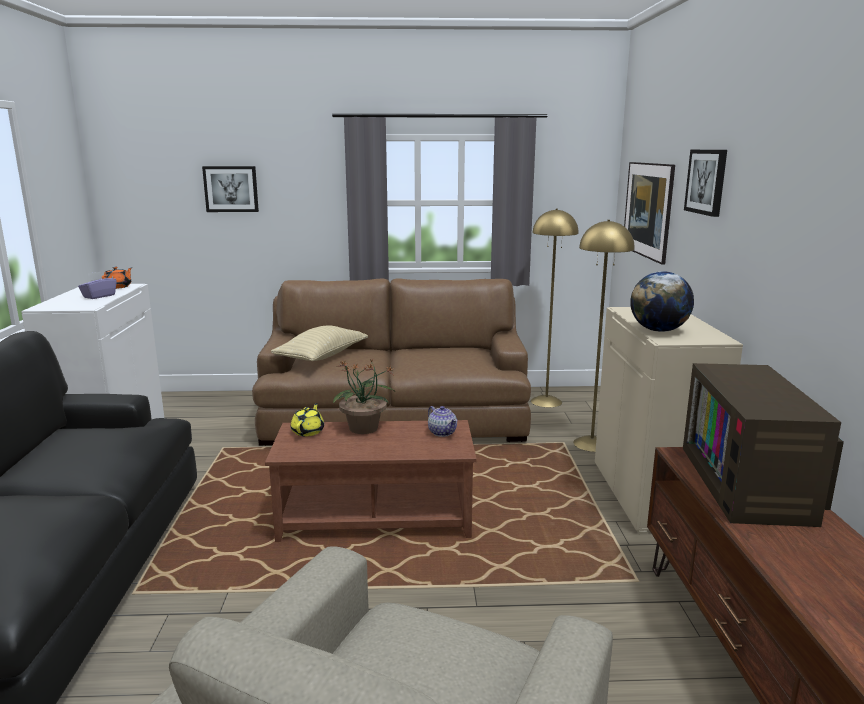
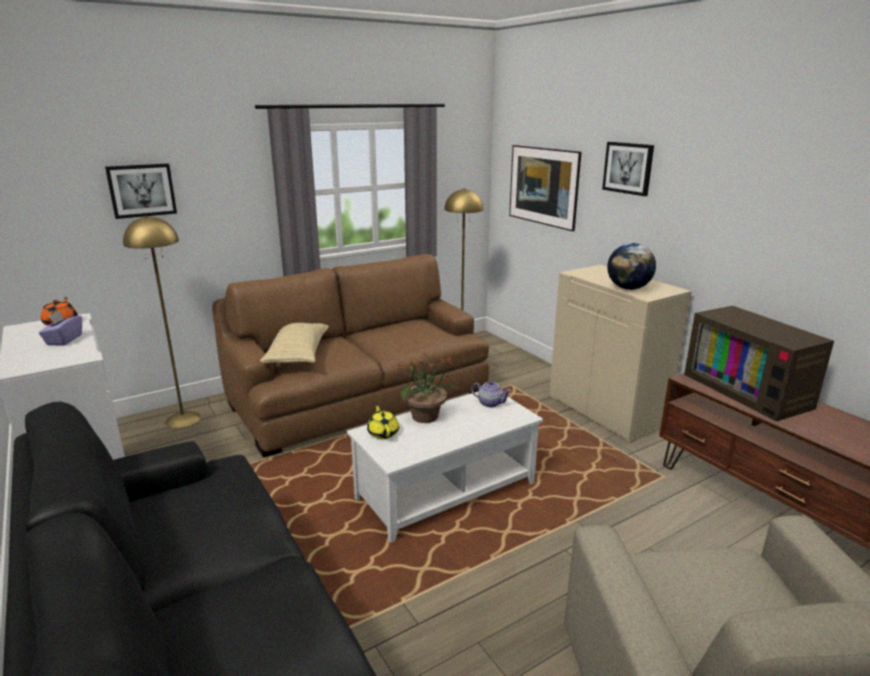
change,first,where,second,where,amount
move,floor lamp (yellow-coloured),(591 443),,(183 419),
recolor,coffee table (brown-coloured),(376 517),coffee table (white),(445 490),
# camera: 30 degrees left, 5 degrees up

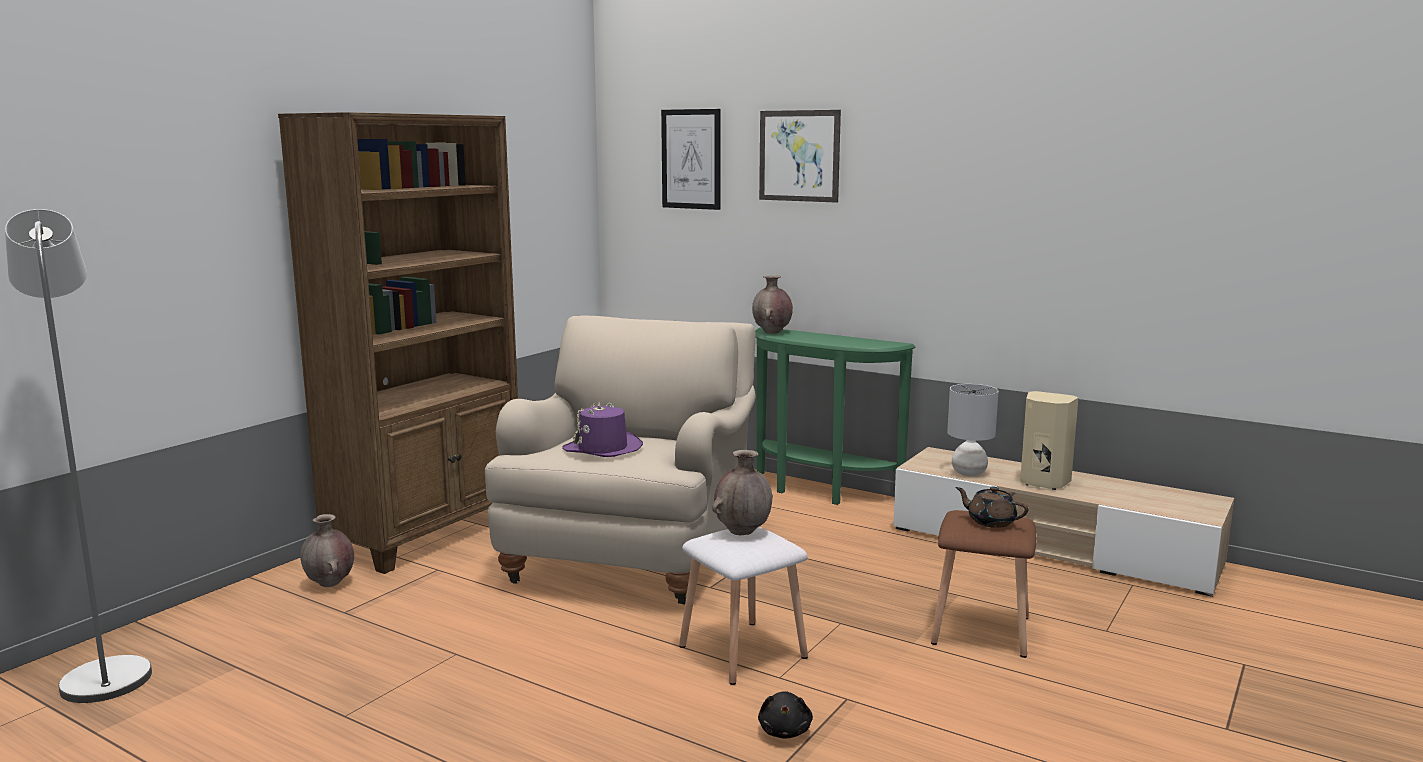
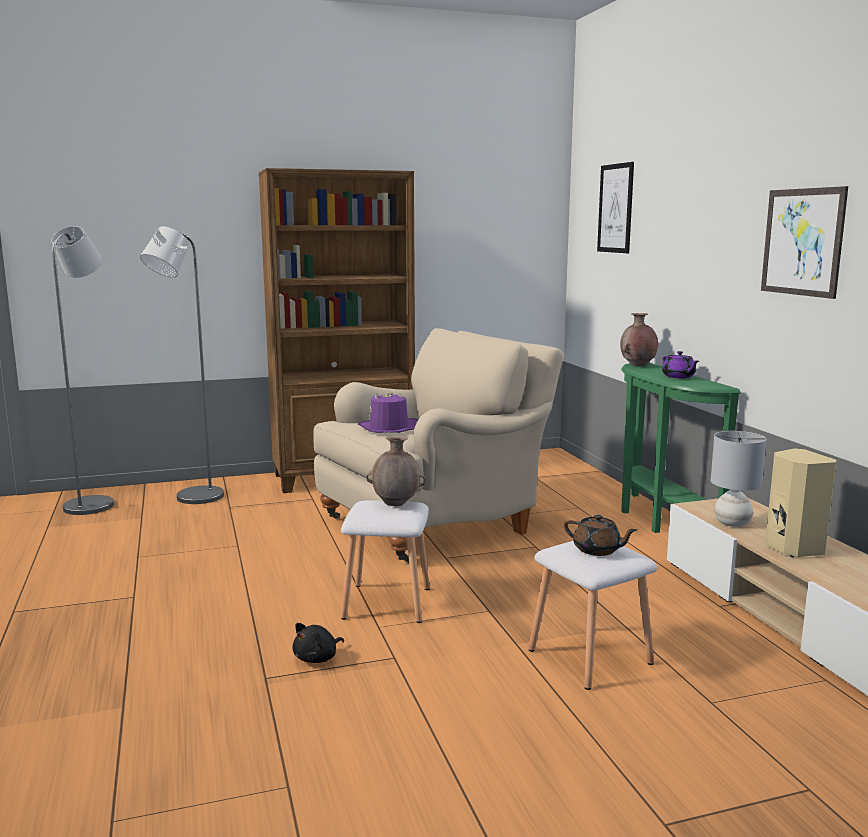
change,first,where,second,where,amount
insert,,,floor lamp (greyish),(193 499),
recolor,stool seat (brown-coloured),(982 630),stool seat (white),(592 657),
rotate,teapot (brown-coloured),(990 521),,(597 550),135 degrees clockwise
insert,,,teapot (purple-coloured),(678 377),
move,wall art,(799 156),,(802 242),
delete,decorative vase (brown-coloured),(330 584),,,
# camera: 40 degrees right, 0 degrees up

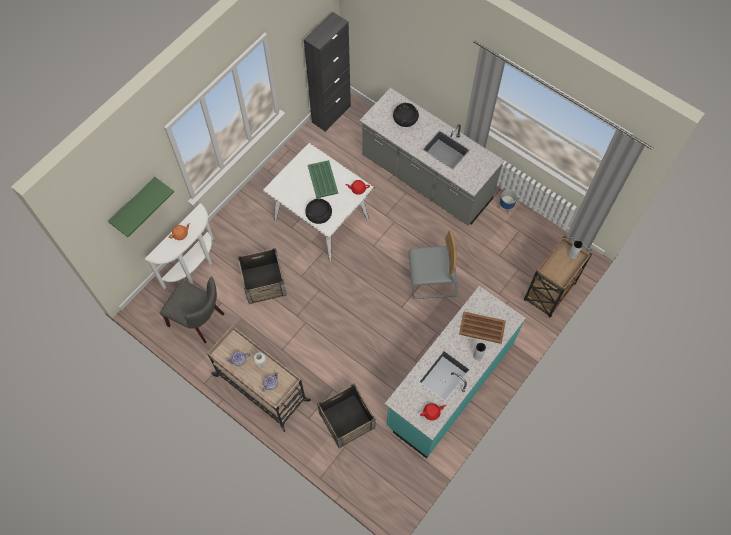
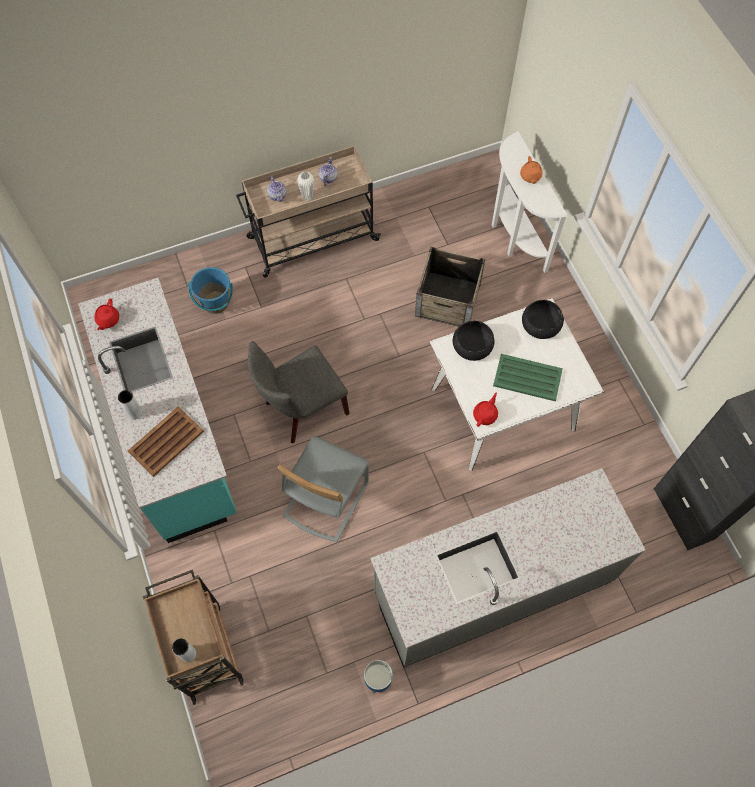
change,first,where,second,where,amount
replace,shipping crate,(346 420),pail (blue-coloured),(215 303),
move,upright chair (greyish),(199 320),,(302 410),
move,bowl (black),(405 119),,(541 324),
delete,shelf (green),(134 204),,,
# camera: 120 degrees right, 0 degrees up

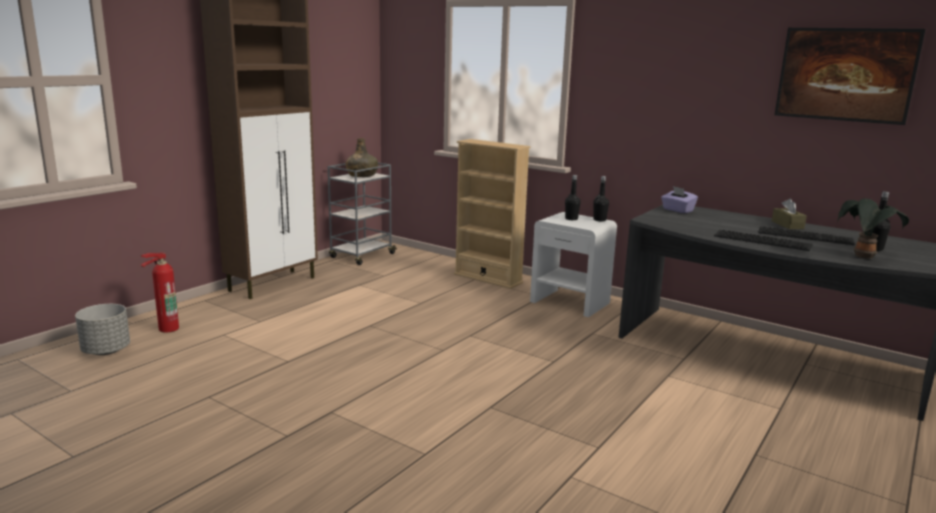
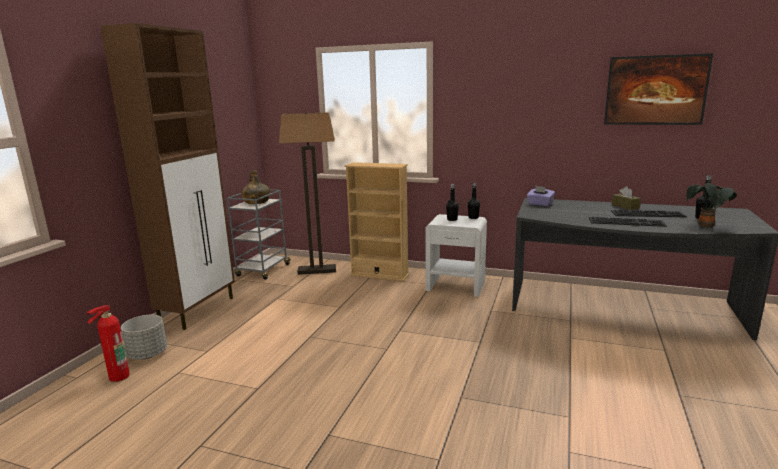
change,first,where,second,where,amount
move,planter (greyish),(106 351),,(147 354),
insert,,,floor lamp,(317 270),
# camera: 15 degrees left, 0 degrees up

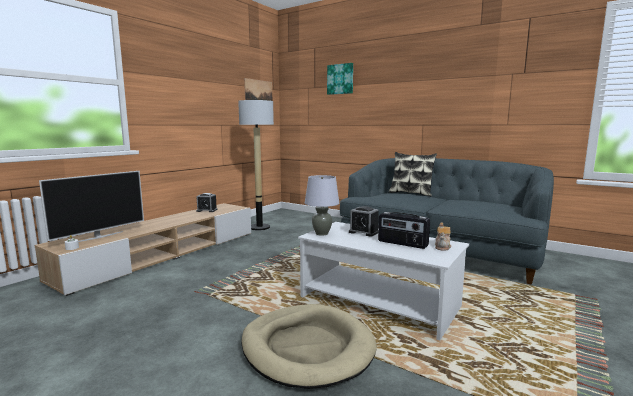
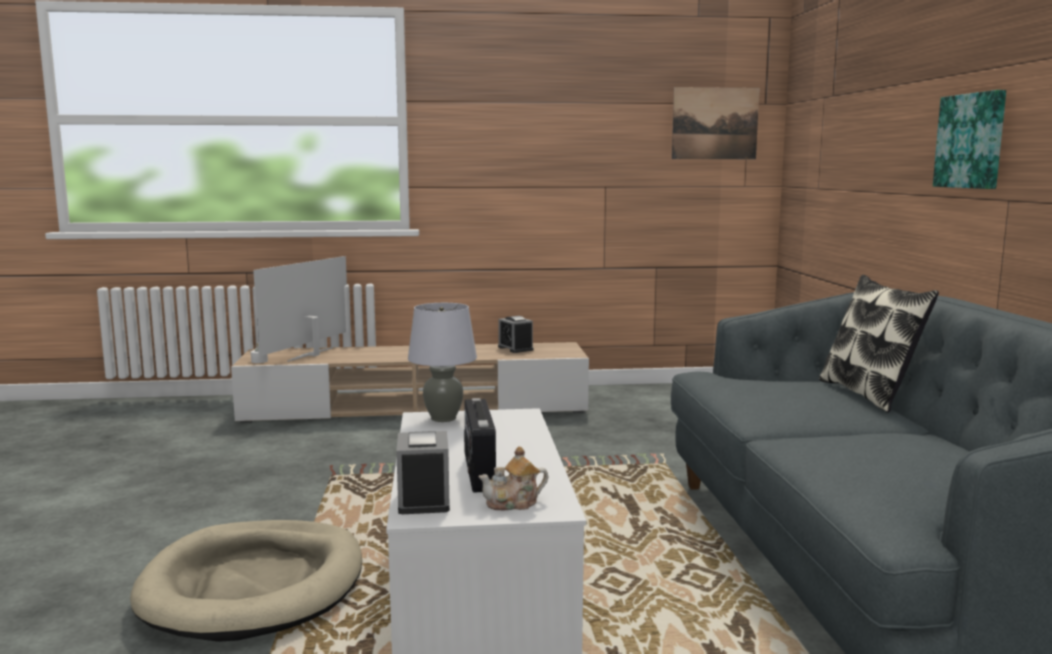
change,first,where,second,where,amount
rotate,TV set,(99 236),,(312 354),120 degrees clockwise
move,bedside clock,(363 232),,(423 499),
move,wall art,(340 79),,(972 141),
delete,floor lamp,(259 227),,,
# camera: 50 degrees right, 0 degrees up

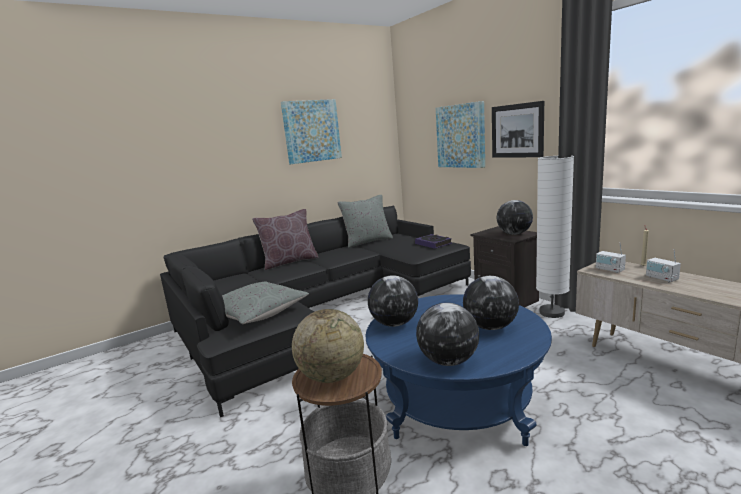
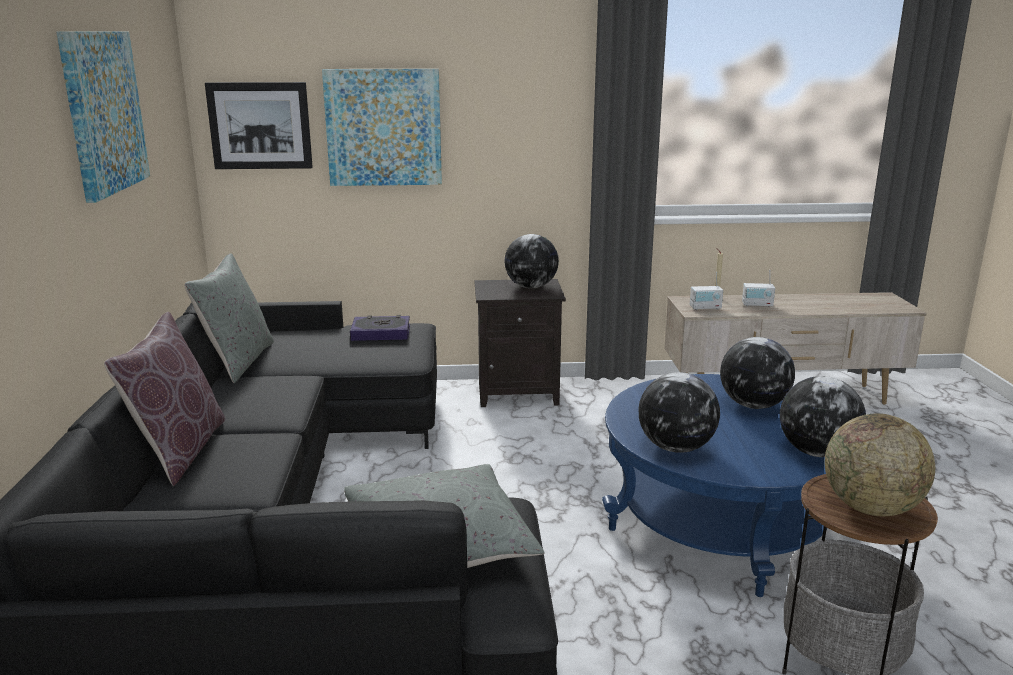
change,first,where,second,where,amount
move,wall art,(517 131),,(260 126),
delete,floor lamp (white),(551 313),,,
# camera: 60 degrees left, 5 degrees up

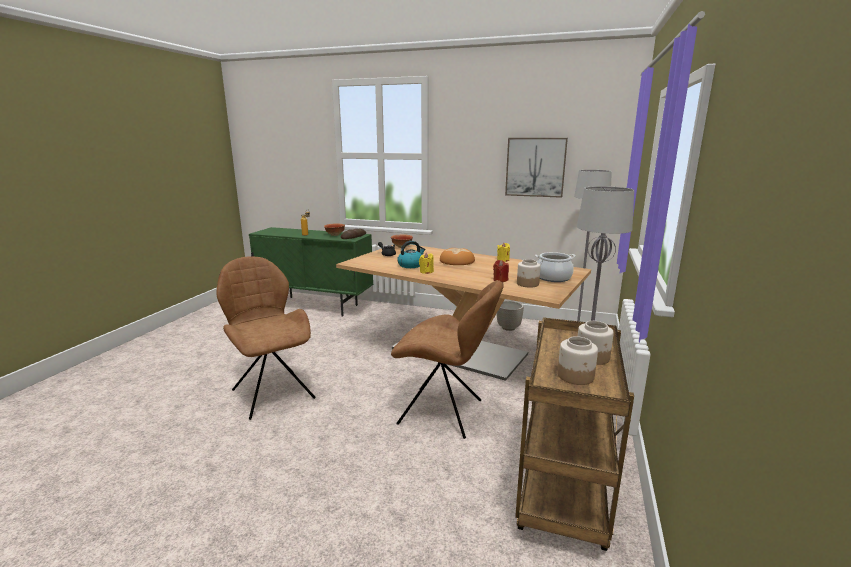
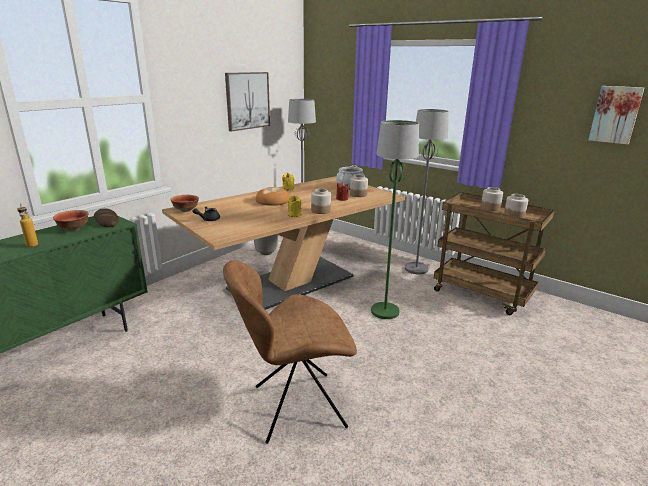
change,first,where,second,where,amount
insert,,,preserve jar,(321 211),
replace,upright chair (brown-coloured),(444 413),floor lamp (green),(385 311),
insert,,,wall art,(615 114),
delete,tea kettle,(411 265),,,
# camera: 70 degrees left, 5 degrees up

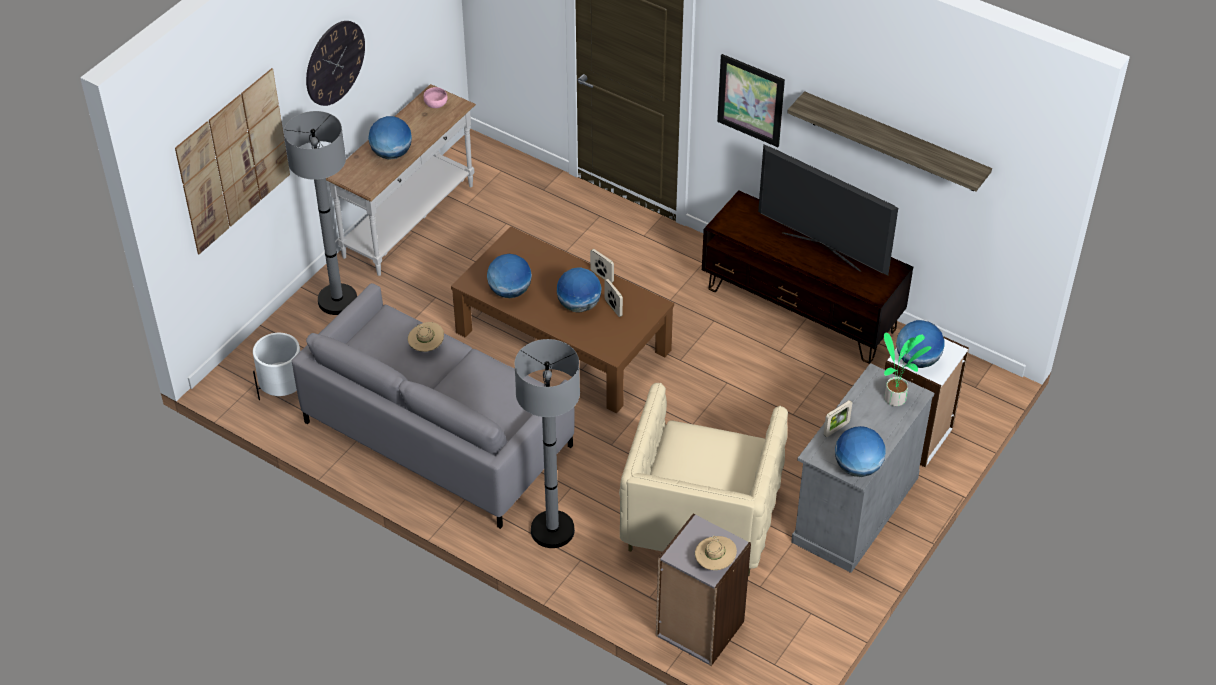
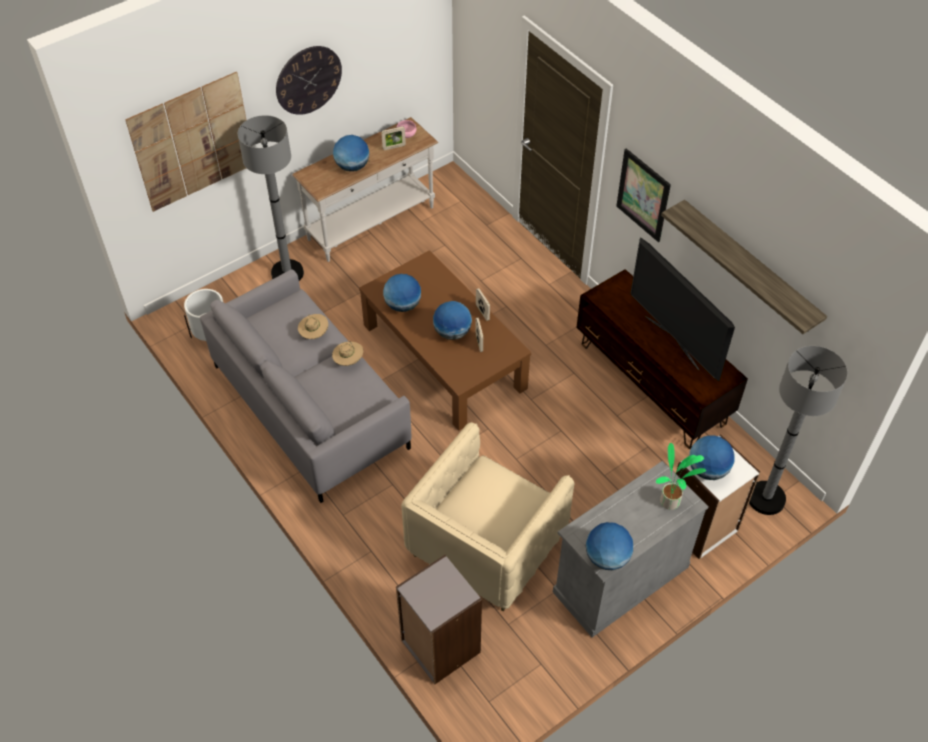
change,first,where,second,where,amount
move,clothing hat (sand-coloured),(714 562),,(348 360),
move,photo frame,(836 429),,(394 147),
move,floor lamp (greyish),(552 530),,(766 498),
# camera: 20 degrees right, 5 degrees up

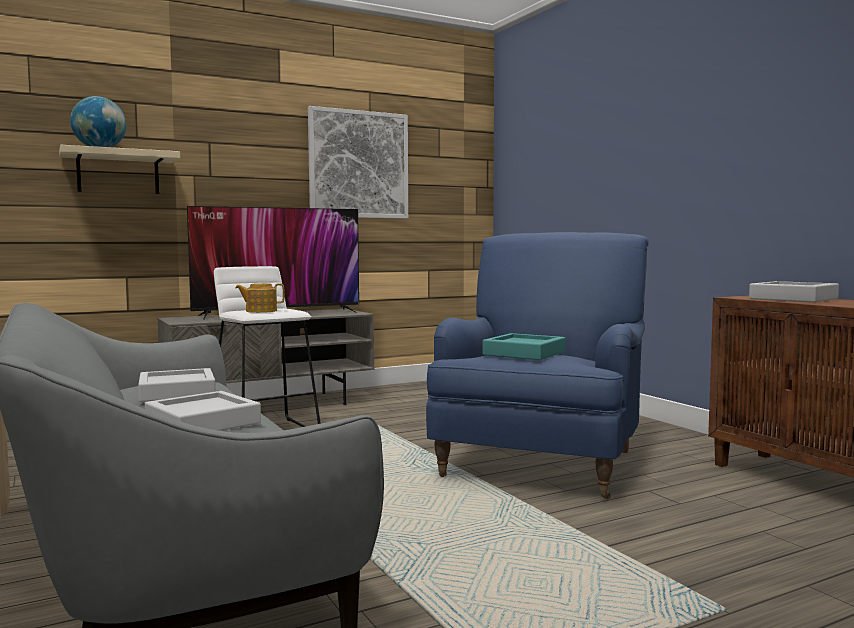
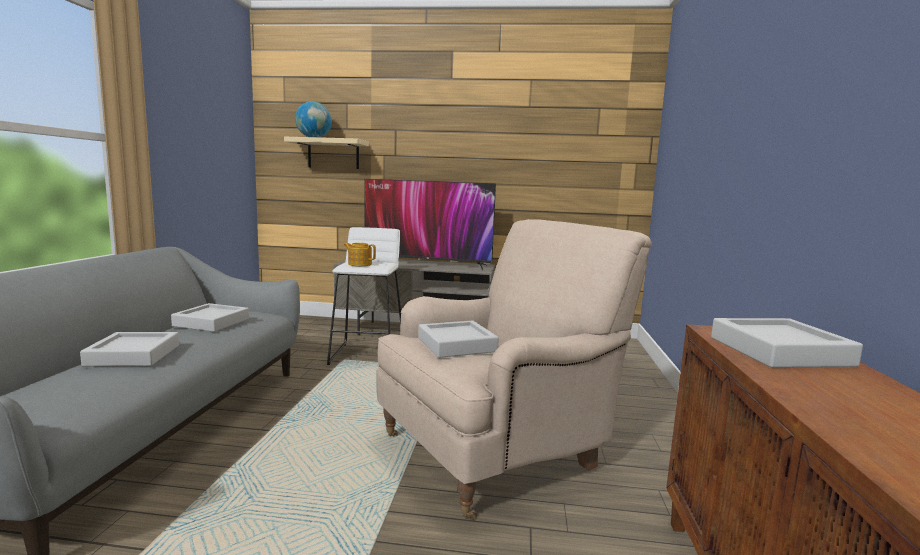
change,first,where,second,where,amount
recolor,easy chair (blue-coloured),(541 463),easy chair (sand-coloured),(495 451),
recolor,serving tray (blue-green),(524 353),serving tray (greyish),(456 345),
delete,wall art,(358 164),,,
# camera: 35 degrees right, 5 degrees up

